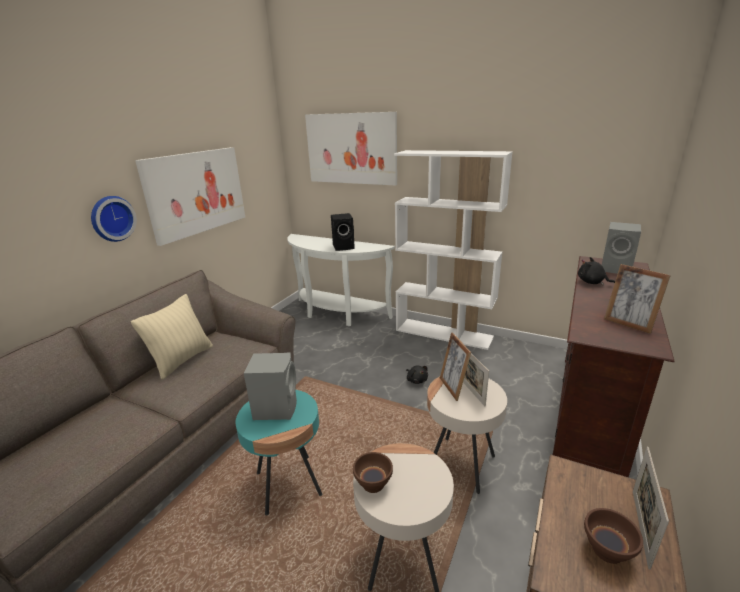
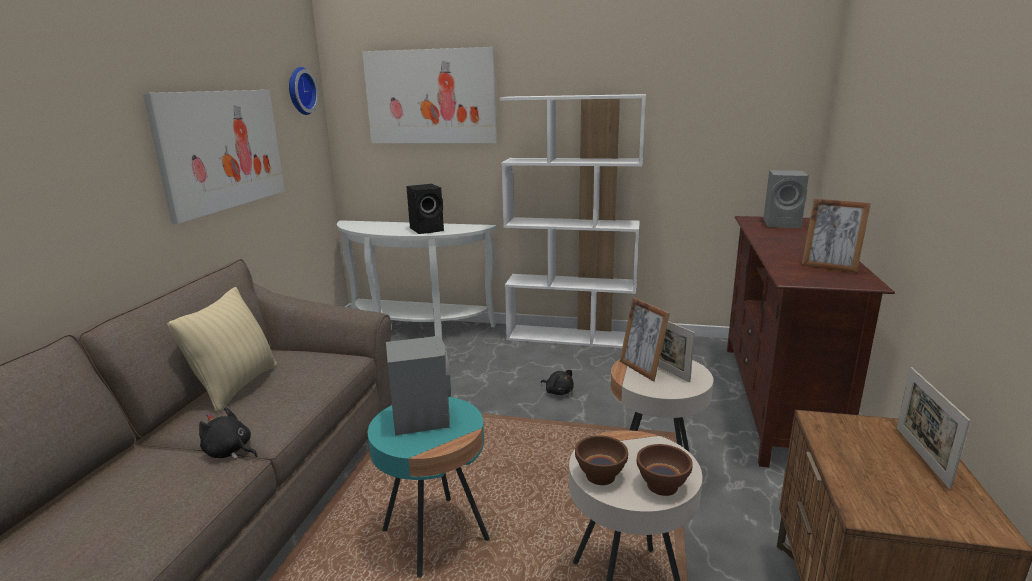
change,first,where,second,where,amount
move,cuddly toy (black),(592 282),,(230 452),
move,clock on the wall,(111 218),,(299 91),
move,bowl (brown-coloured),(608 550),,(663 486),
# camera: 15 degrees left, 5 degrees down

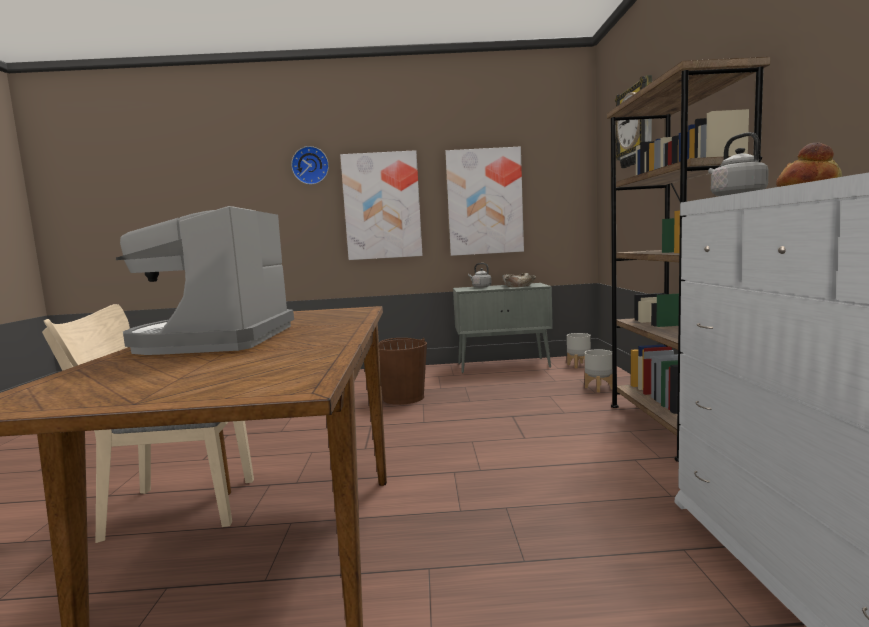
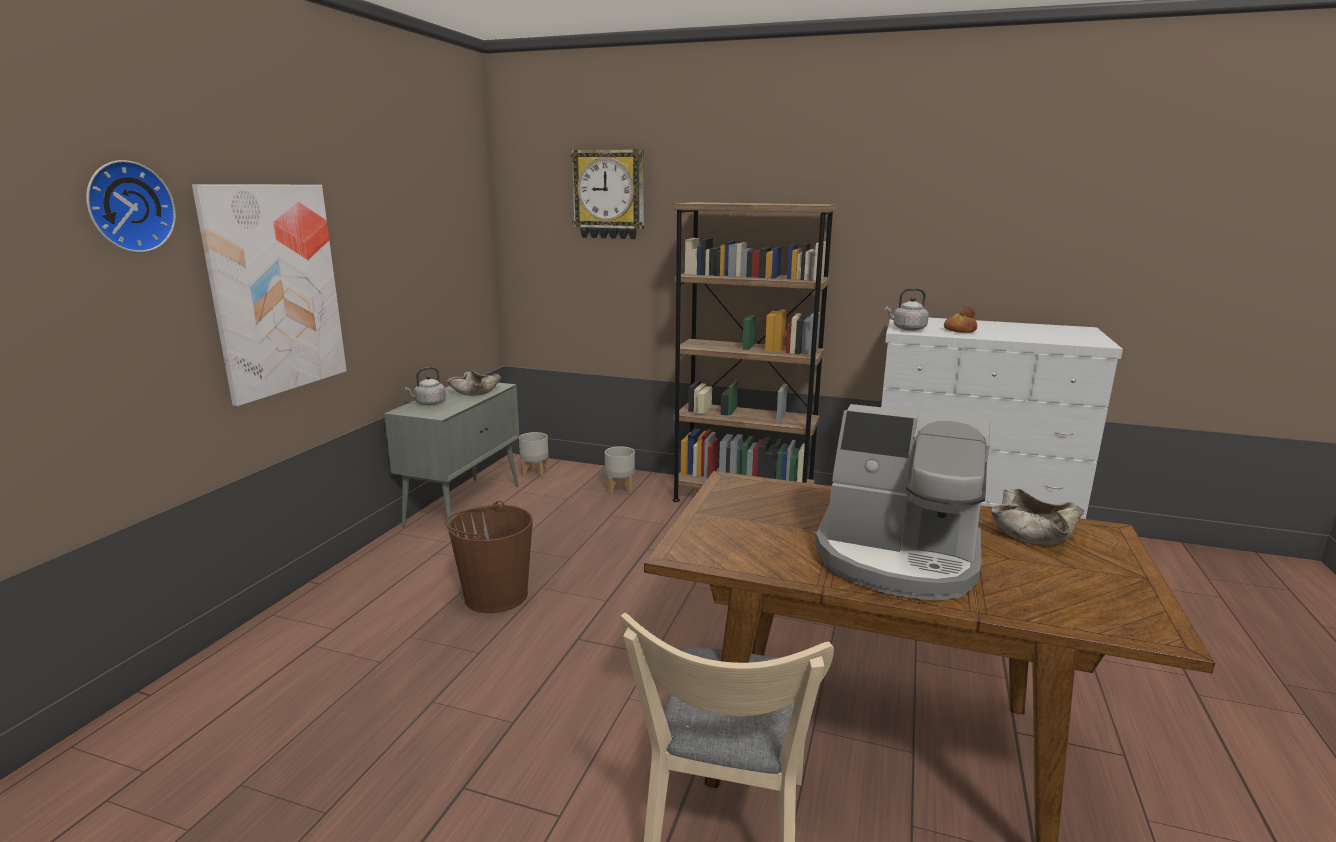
change,first,where,second,where,amount
insert,,,bowl (sand-coloured),(1034 532),
delete,wall art,(484 202),,,
# camera: 70 degrees left, 10 degrees up

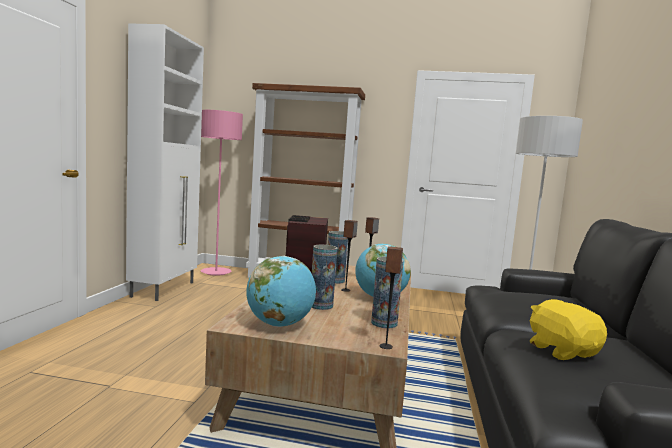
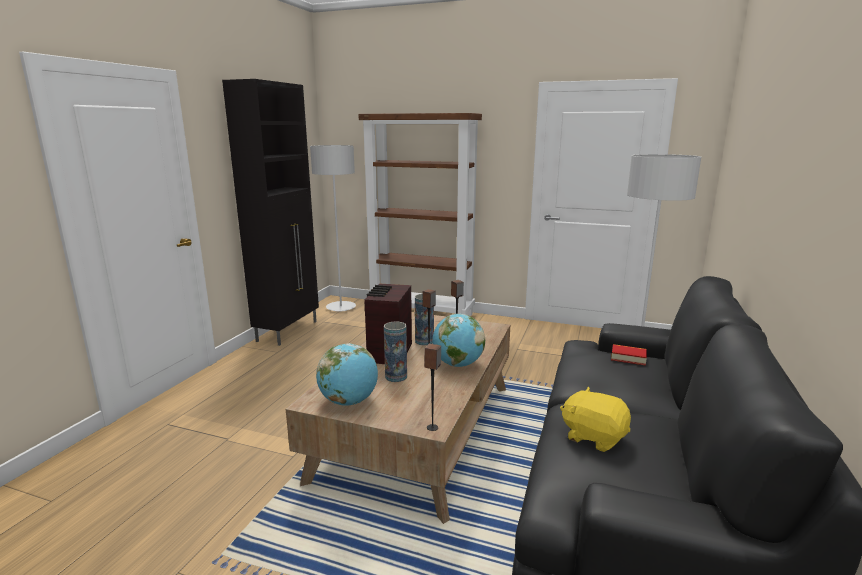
change,first,where,second,where,amount
recolor,storage cabinet (white),(164 289),storage cabinet (black),(288 331),
recolor,floor lamp (pinkish),(216 272),floor lamp (greyish),(341 307),
rotate,cuddly toy (yellow-coloured),(562 351),,(593 436),45 degrees counterclockwise
insert,,,volume,(628 358),
delete,decorative vase,(384 323),,,
# camera: 10 degrees right, 10 degrees up

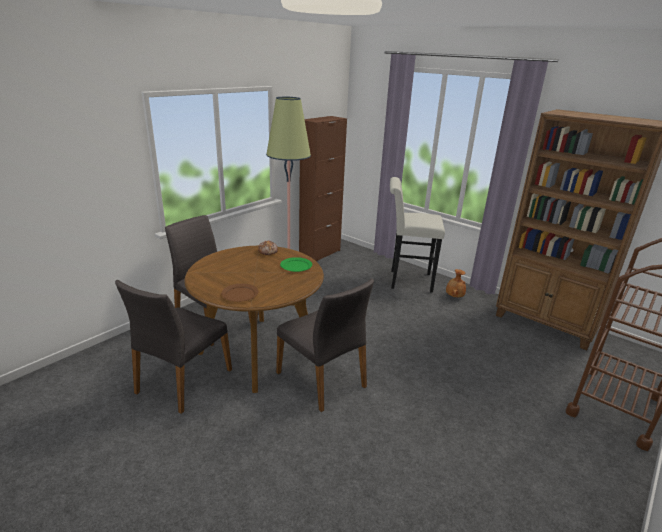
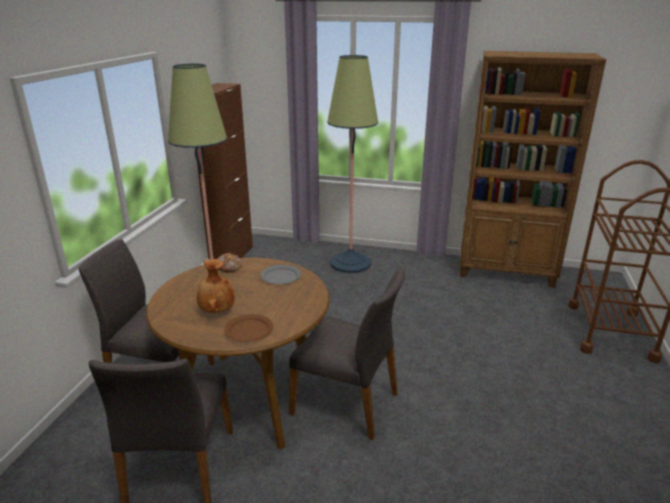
change,first,where,second,where,amount
move,decorative vase (brown-coloured),(454 296),,(216 310),
recolor,plate (green),(296 266),plate (greyish),(281 276),
replace,stool seat (white),(406 280),floor lamp,(350 263),
# camera: 25 degrees left, 0 degrees up

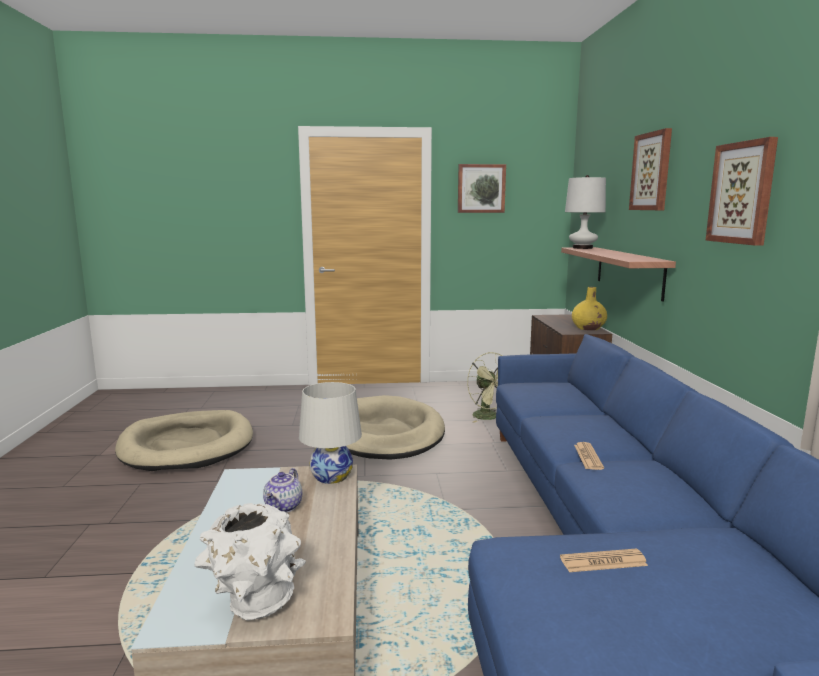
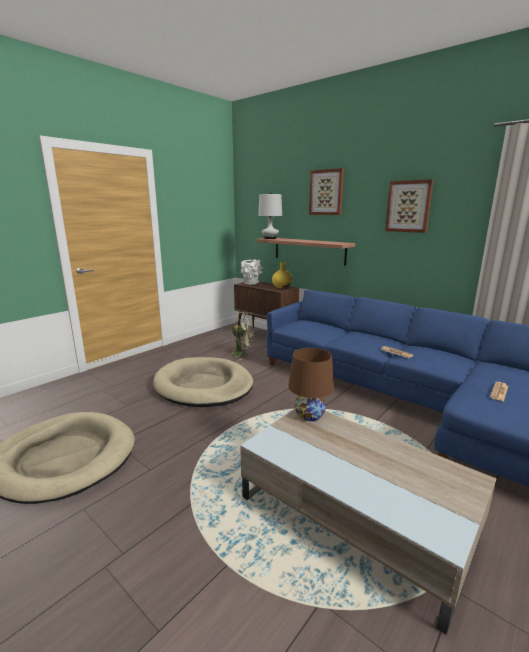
change,first,where,second,where,amount
move,decorative vase (white),(254 607),,(251 284),
recolor,table lamp (white),(331 476),table lamp (brown-coloured),(309 415),
delete,teapot,(284 507),,,
delete,wall art,(481 188),,,
# camera: 45 degrees left, 5 degrees up

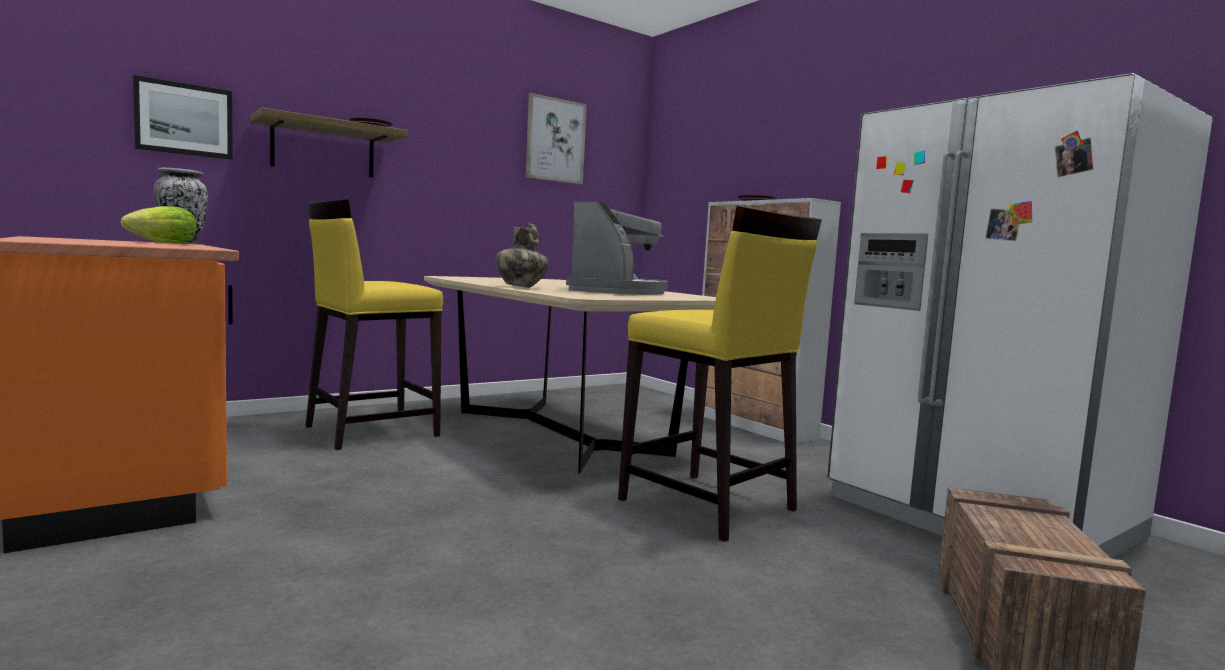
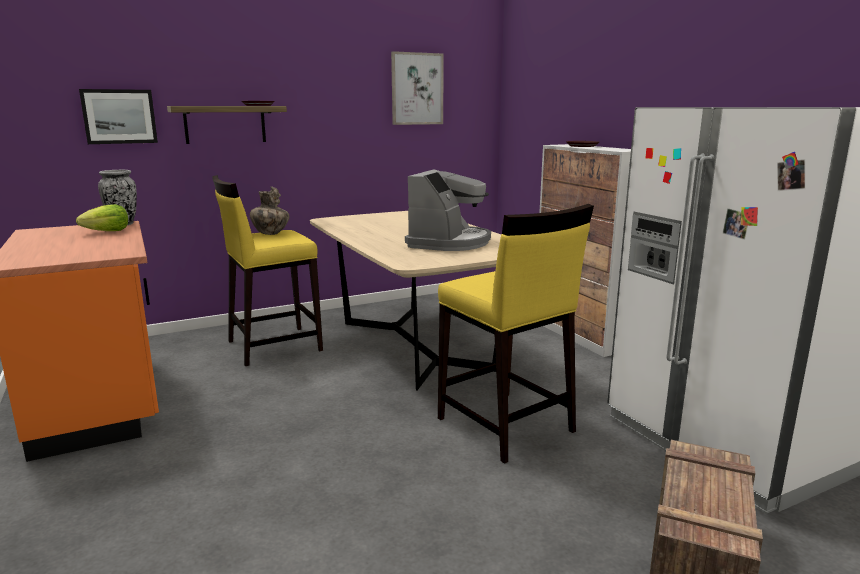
change,first,where,second,where,amount
move,decorative vase,(521 287),,(270 234),
# camera: 10 degrees right, 10 degrees up

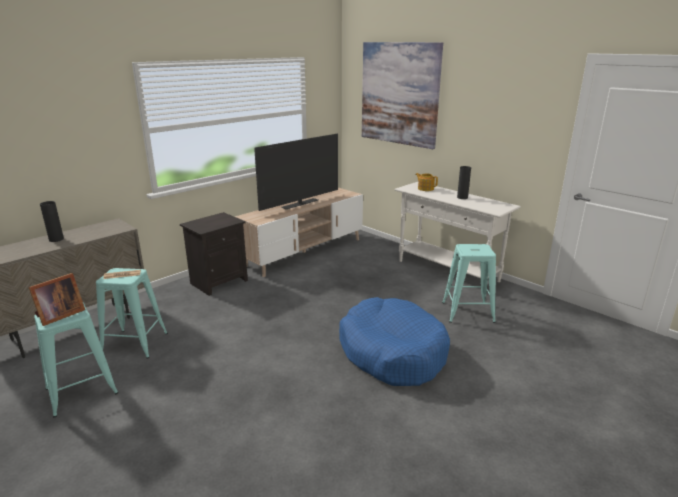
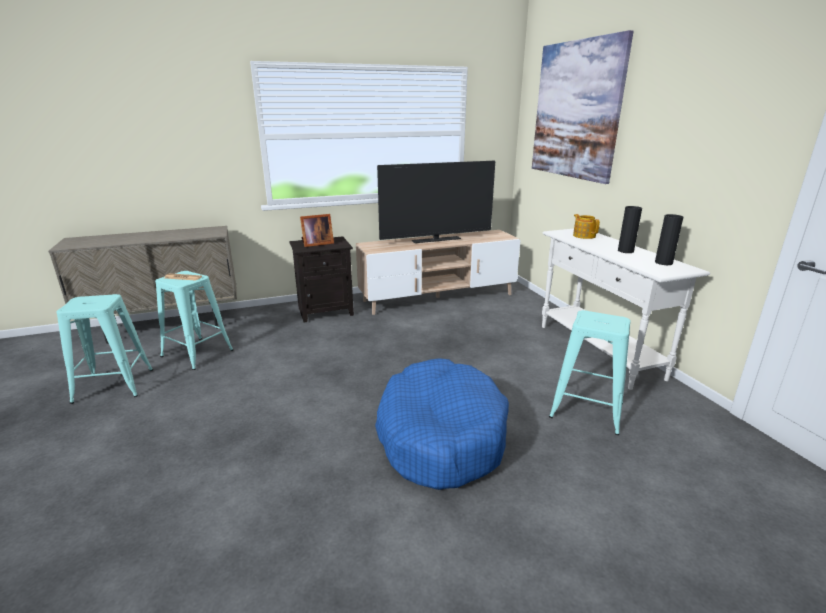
change,first,where,second,where,amount
move,photo frame,(59 315),,(316 244),
move,decorative vase (black),(56 239),,(663 262),
# camera: 25 degrees right, 0 degrees up

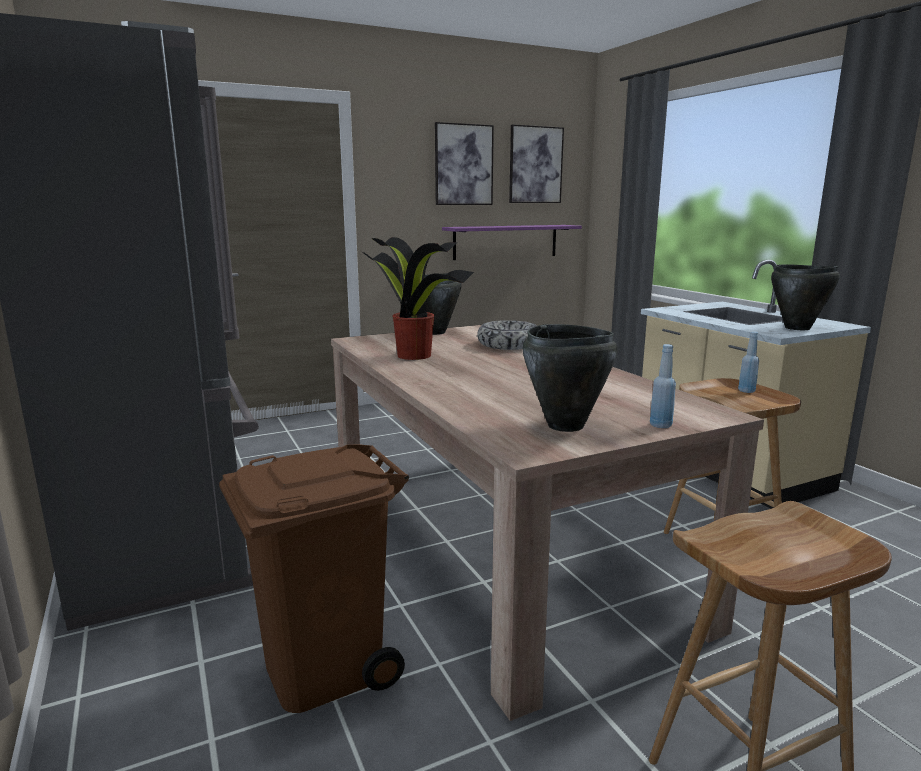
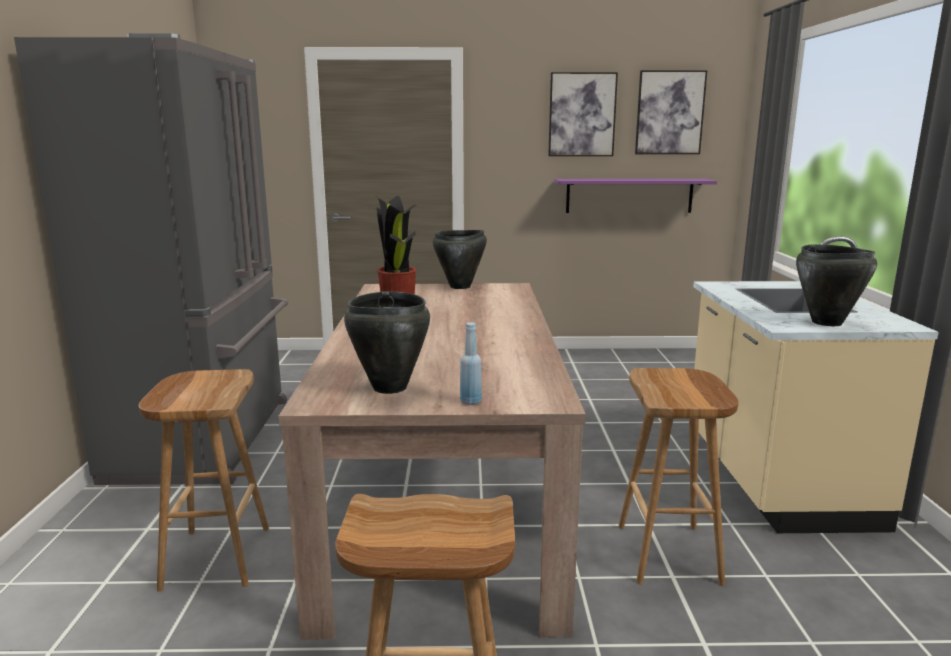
change,first,where,second,where,amount
replace,rubbish bin (brown-coloured),(322 667),stool seat (brown-coloured),(216 556),
delete,bowl,(508 345),,,
delete,beverage bottle (blue-coloured),(746 391),,,
# camera: 25 degrees right, 0 degrees up

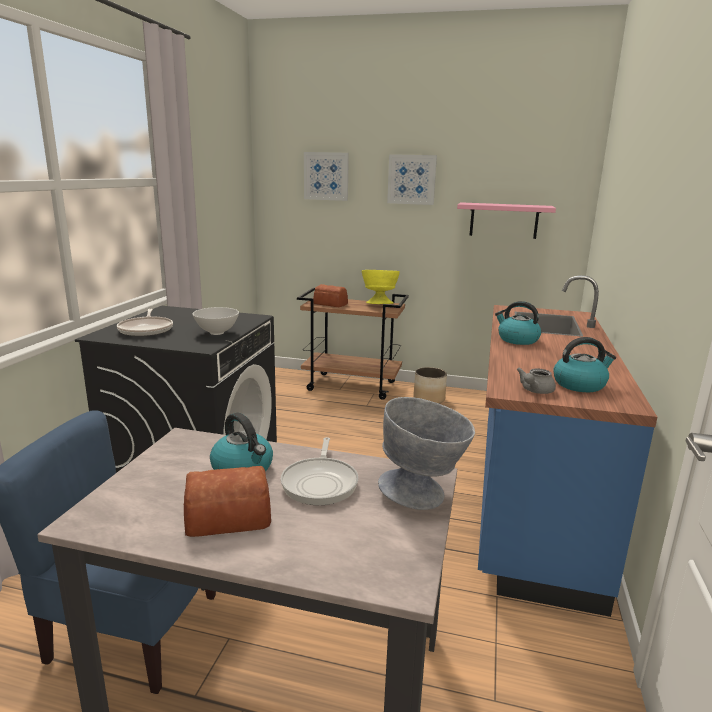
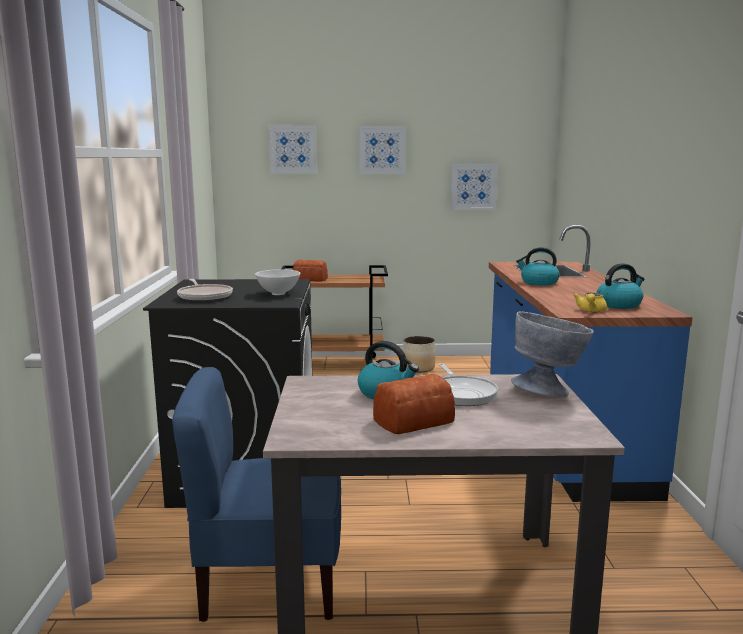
change,first,where,second,where,amount
replace,shelf (pinkish),(504 220),wall art,(473 186),
recolor,teapot (greyish),(534 391),teapot (yellow-coloured),(590 311),
delete,bowl (yellow-coloured),(379 304),,,
# camera: 15 degrees left, 5 degrees down

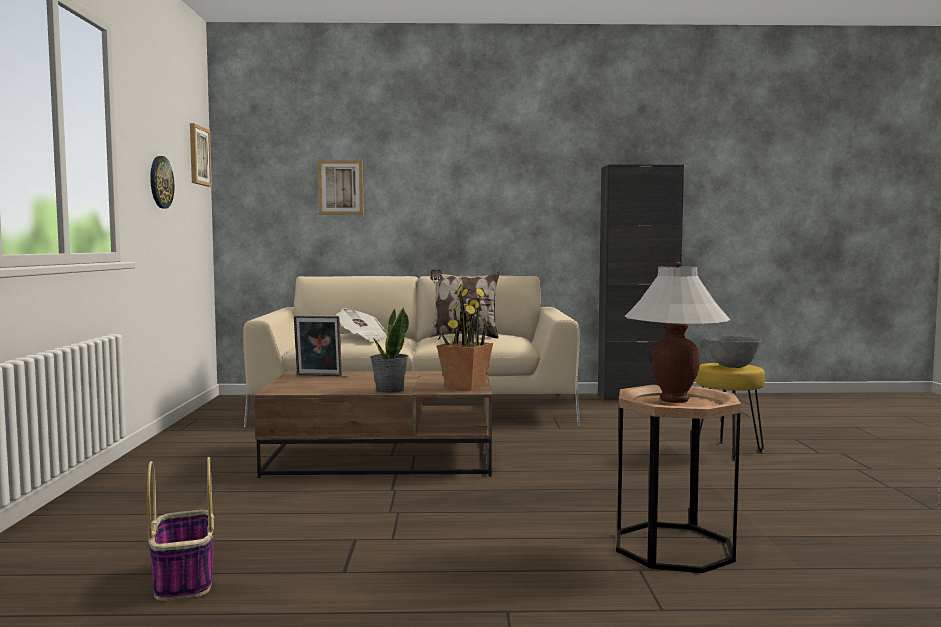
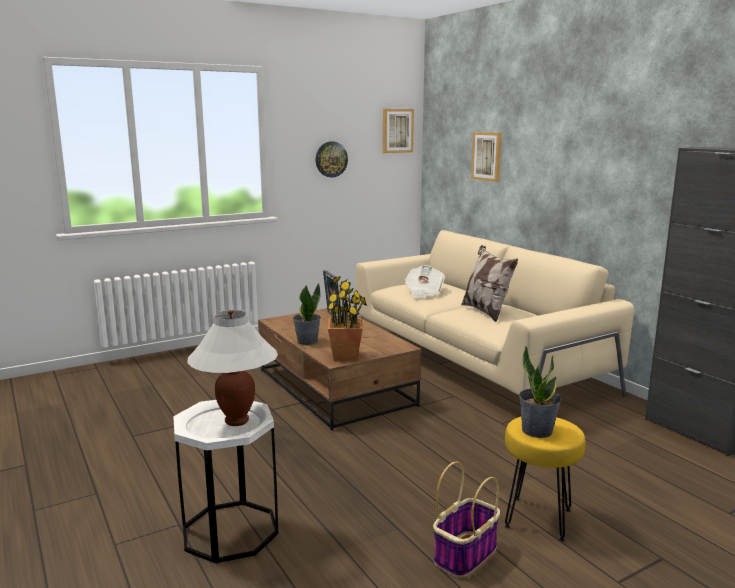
change,first,where,second,where,amount
recolor,accent table (brown-coloured),(673 547),accent table (white),(230 531),
move,household basket,(183 579),,(465 554),
replace,bowl (greyish),(732 367),potted plant,(537 430),
# camera: 60 degrees right, 10 degrees up

